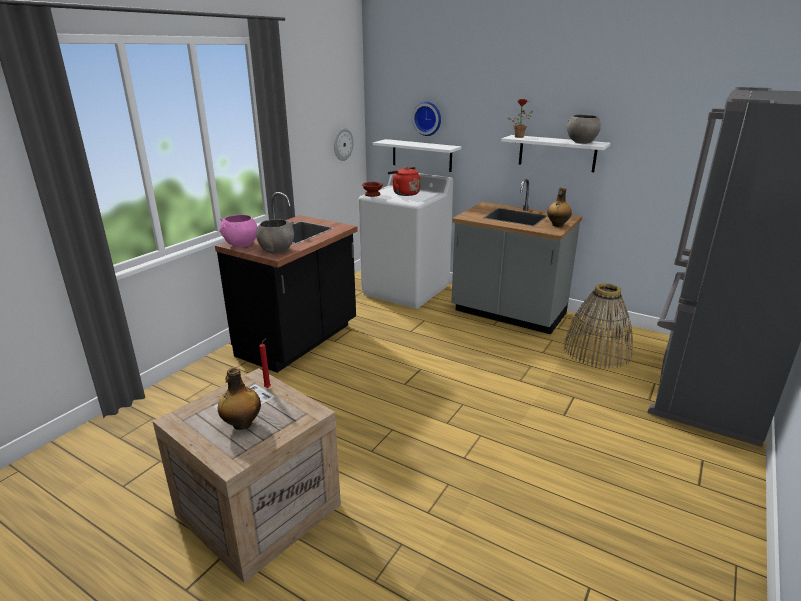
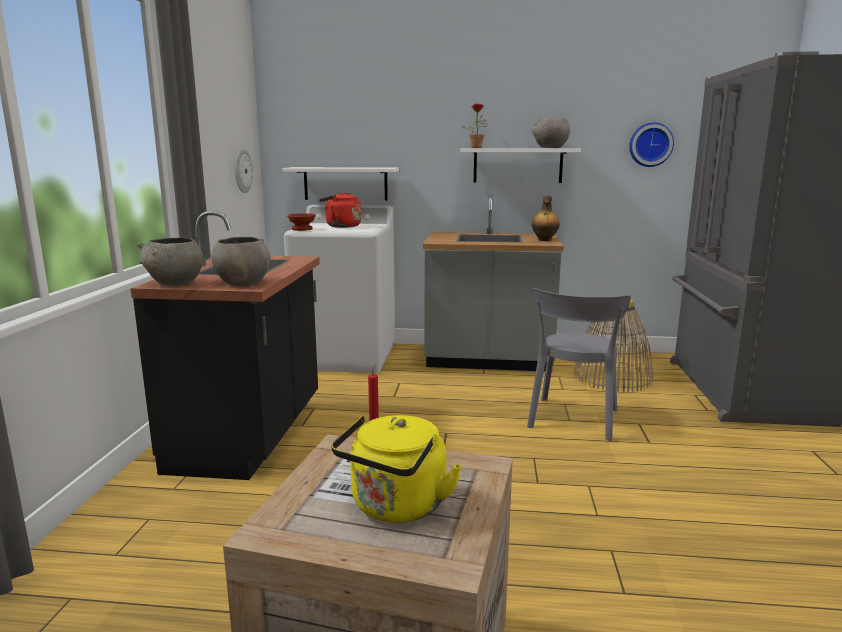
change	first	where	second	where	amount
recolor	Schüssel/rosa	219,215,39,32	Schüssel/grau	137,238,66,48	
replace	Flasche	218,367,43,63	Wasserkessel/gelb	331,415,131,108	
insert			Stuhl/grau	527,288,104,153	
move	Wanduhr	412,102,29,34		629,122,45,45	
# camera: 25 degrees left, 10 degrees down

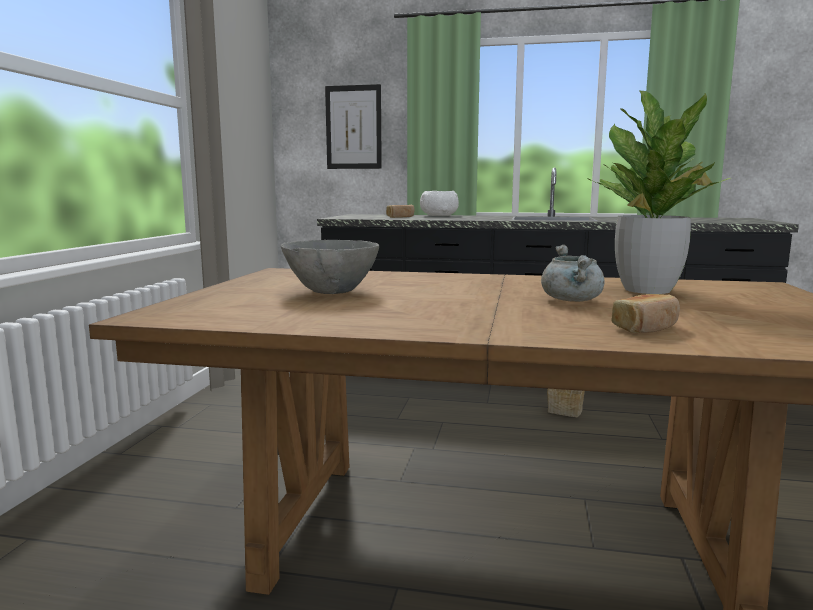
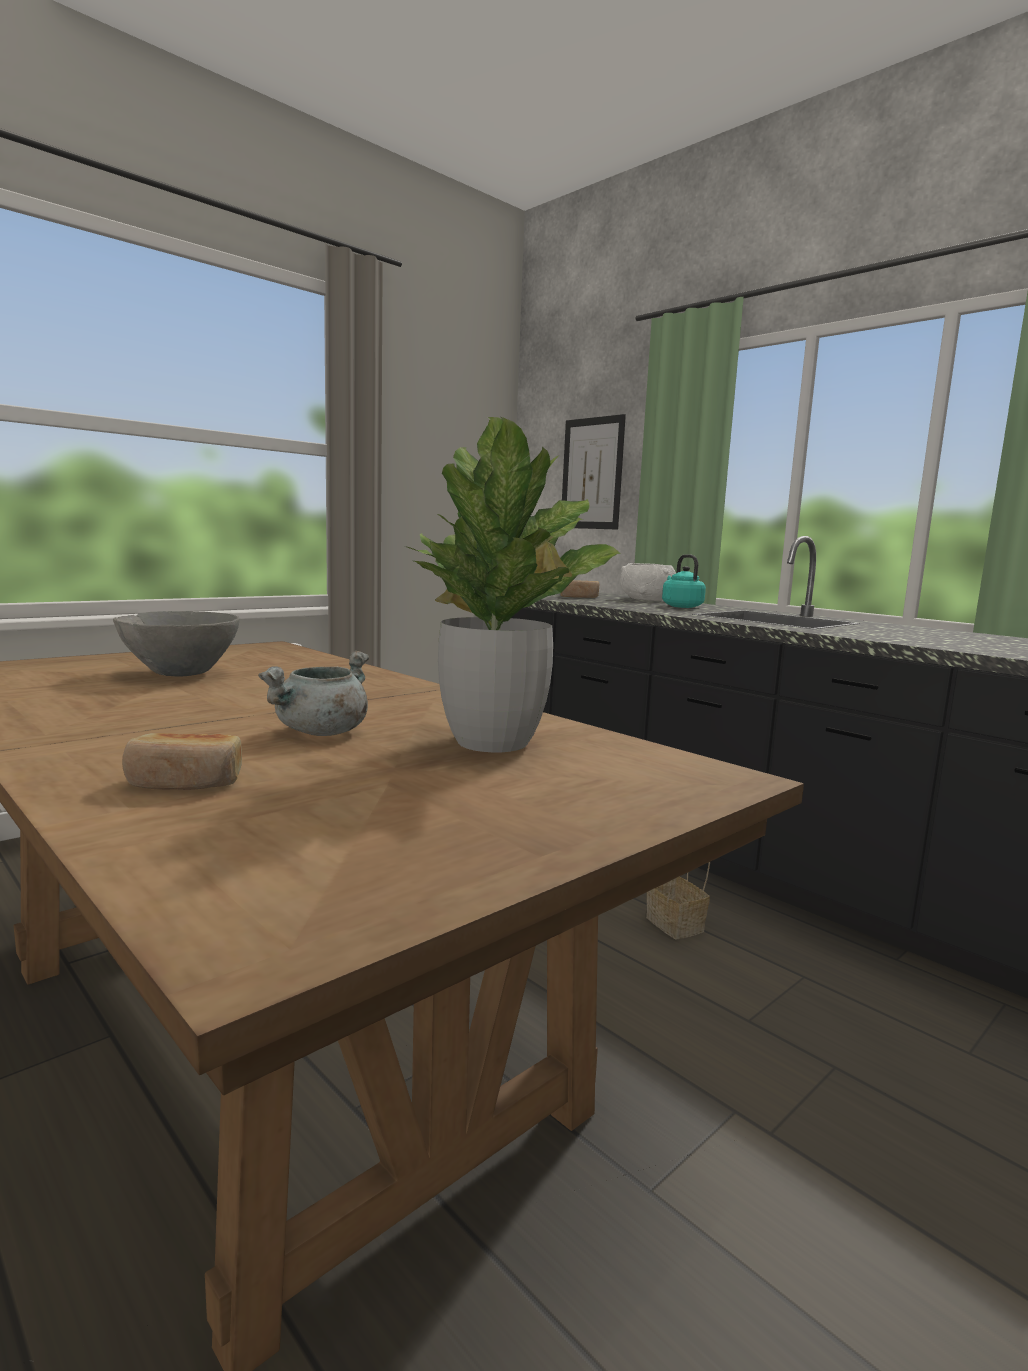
change	first	where	second	where	amount
insert			Wasserkessel/türkis	662,554,44,54	
# camera: 35 degrees right, 0 degrees up

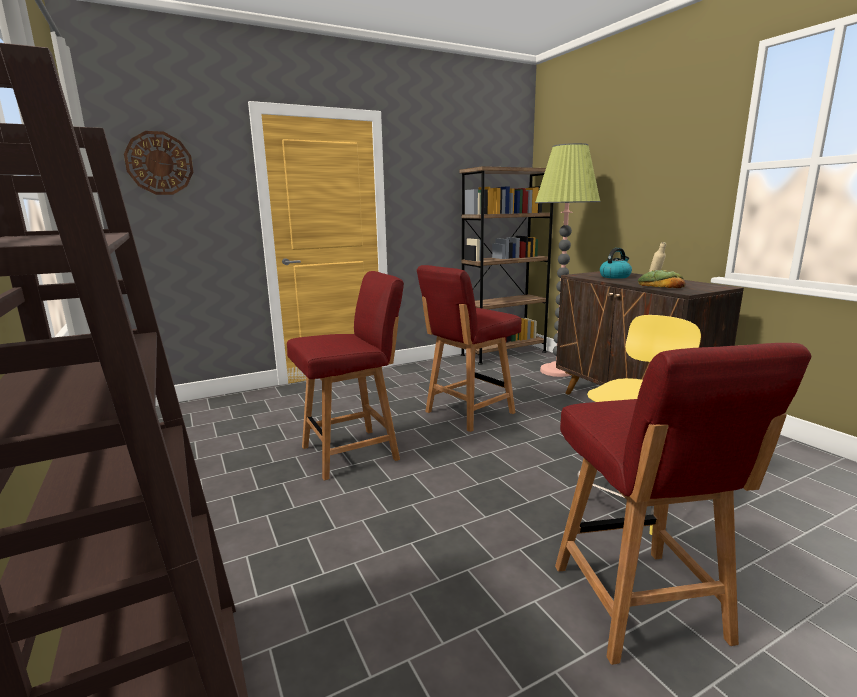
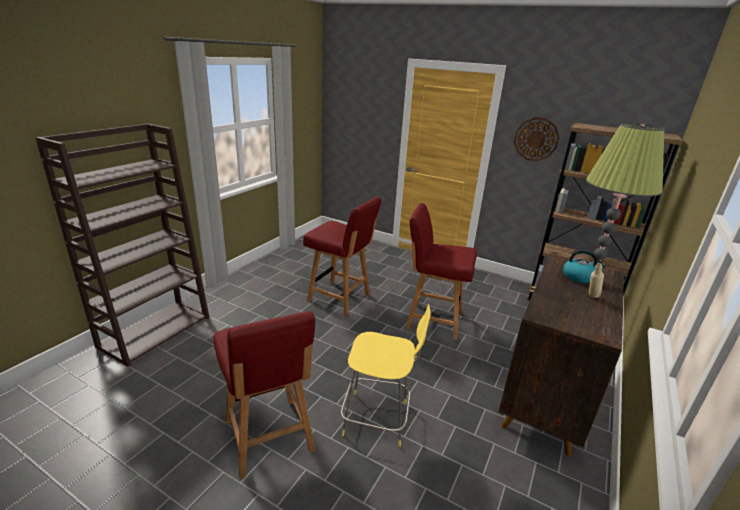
change	first	where	second	where	amount
rotate	Stuhl/rot	555,343,257,322		214,311,102,167	75 degrees counterclockwise
move	Wanduhr	124,131,69,64		514,117,45,44	
delete	Brot	638,270,47,18			
# camera: 55 degrees right, 10 degrees up

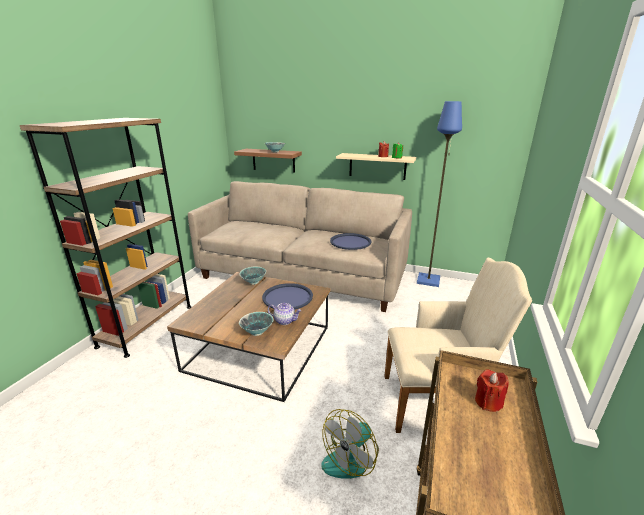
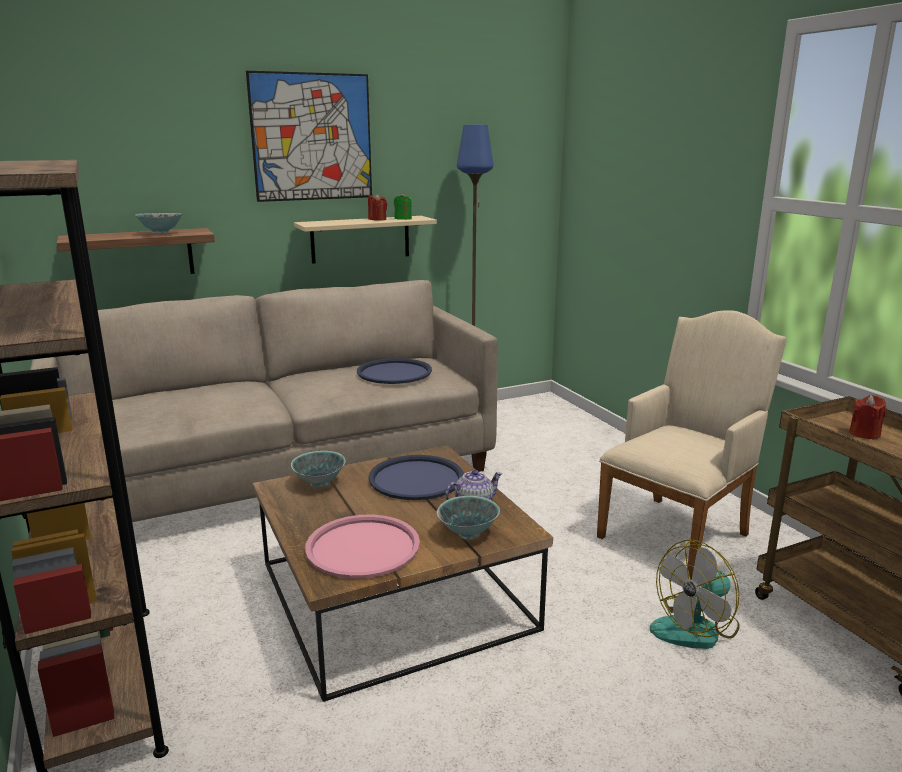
change	first	where	second	where	amount
insert			Bild	246,71,126,131	
insert			Tablett/rosa	305,515,115,64	
rotate	Ventilator	321,409,58,70		650,540,90,109	60 degrees clockwise
# camera: 45 degrees left, 5 degrees down

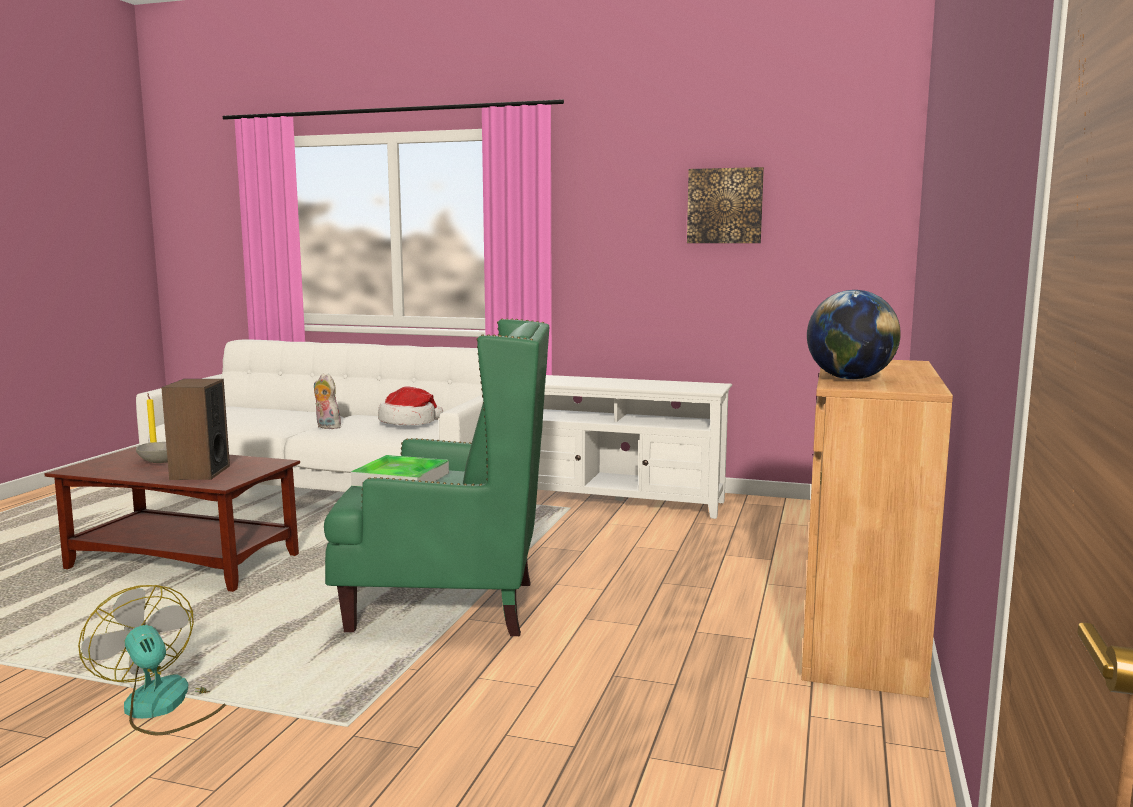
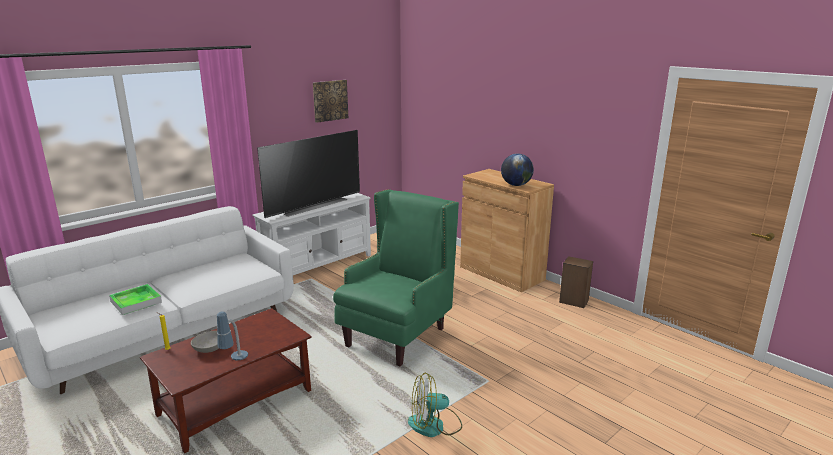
change	first	where	second	where	amount
move	Tablett	351,455,98,32		109,284,53,31	
insert			Tischlampe	217,311,31,49	
insert			Fernseher	257,130,103,88	
move	Lautsprecher	161,379,69,101		559,256,34,52	
delete	Plüschtier	314,374,30,55			
delete	Hut	378,386,65,39			
# camera: 60 degrees left, 10 degrees up

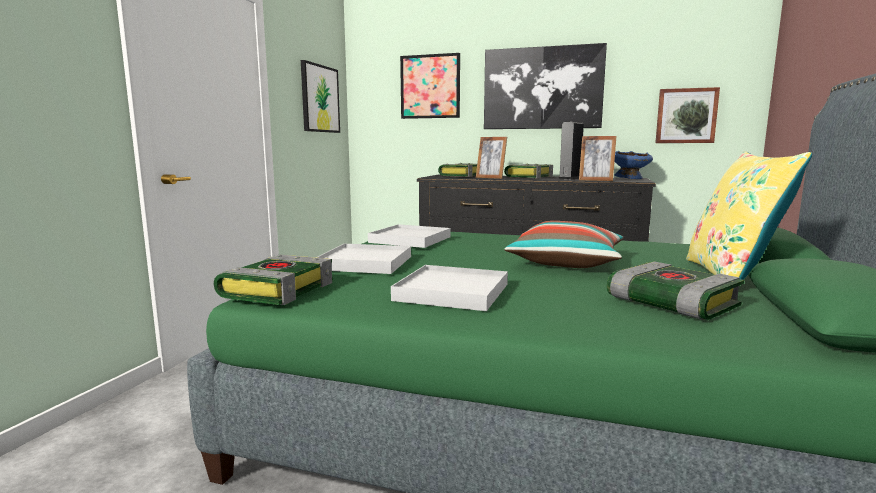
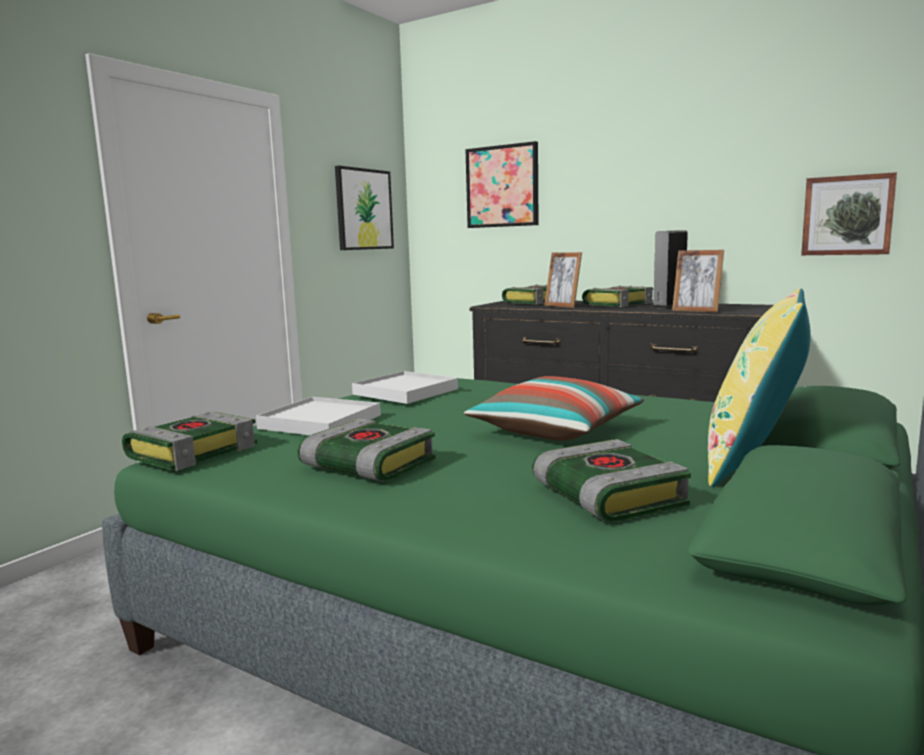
change	first	where	second	where	amount
replace	Tablett/weiß	391,265,117,46	Buch	297,419,139,62	
delete	Bild	484,43,123,86			
delete	Schüssel/blau	614,151,39,28			
# camera: 15 degrees right, 0 degrees up

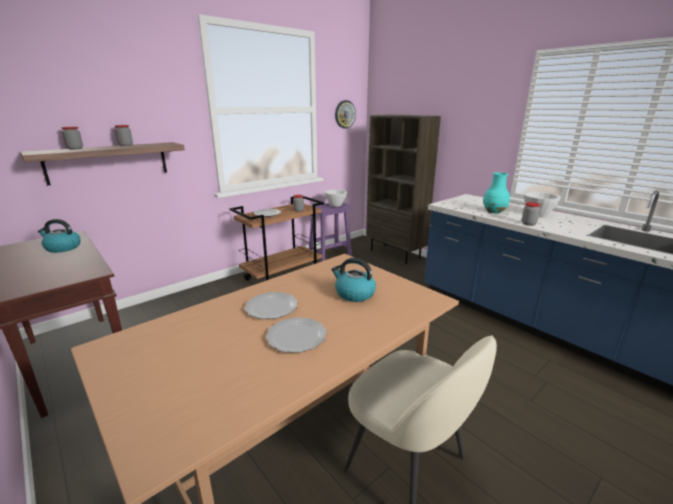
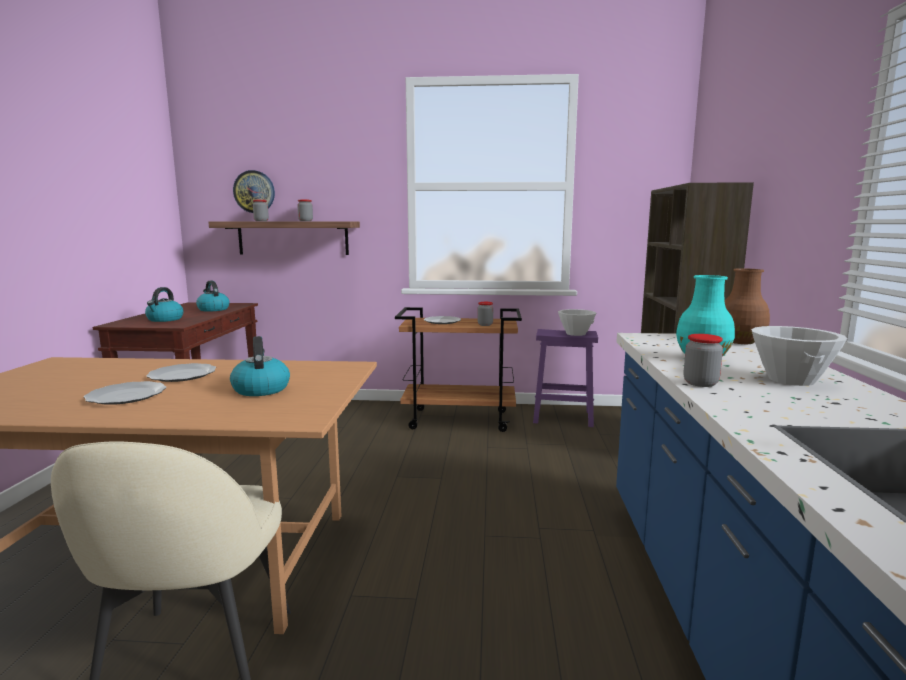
change	first	where	second	where	amount
insert			Wasserkessel	145,287,39,35	
move	Wanduhr	335,100,21,29		233,170,42,43	
insert			Vase/braun	725,268,45,76	
# camera: 45 degrees right, 10 degrees down

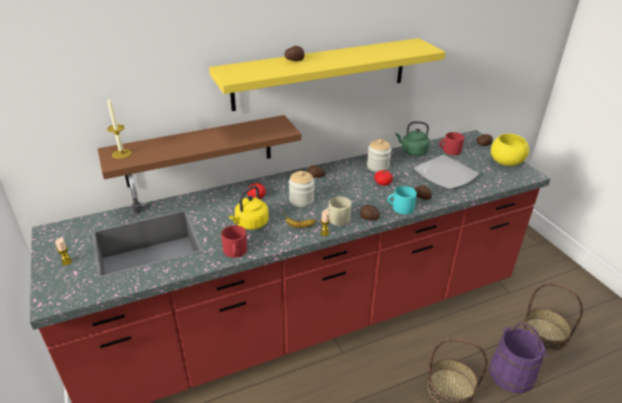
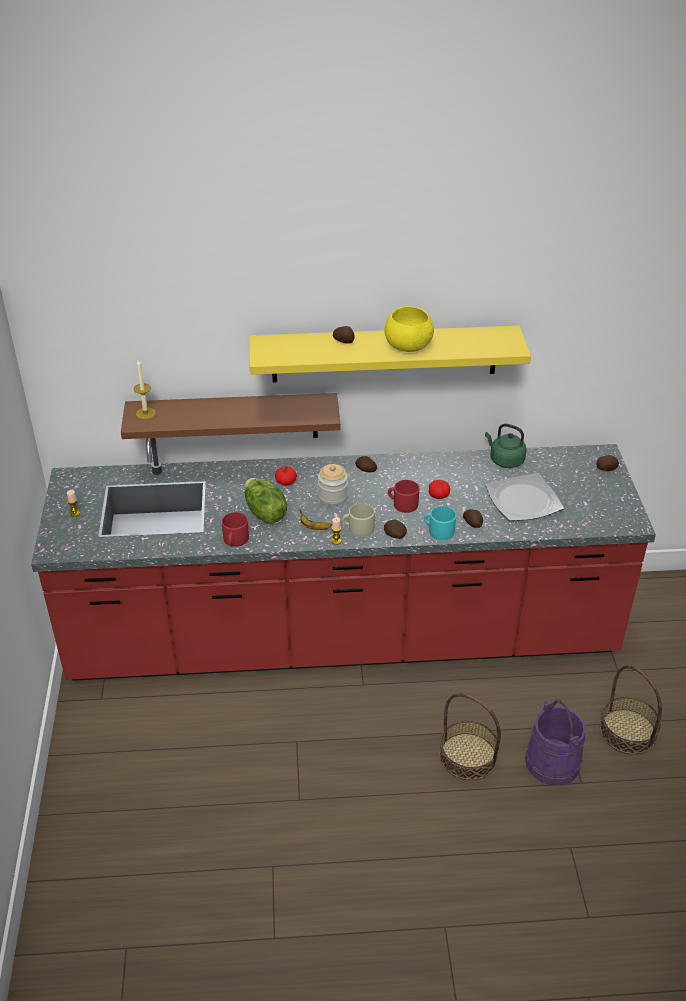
change	first	where	second	where	amount
replace	Wasserkessel/gelb	229,186,40,44	Salatkopf	244,478,43,46	
move	Schüssel/gelb	491,134,38,32		385,306,49,46	
move	Henkelbecher/rot	439,132,26,23		388,480,31,33	
delete	Vorratsglas	367,139,25,33			
# camera: 20 degrees right, 5 degrees up

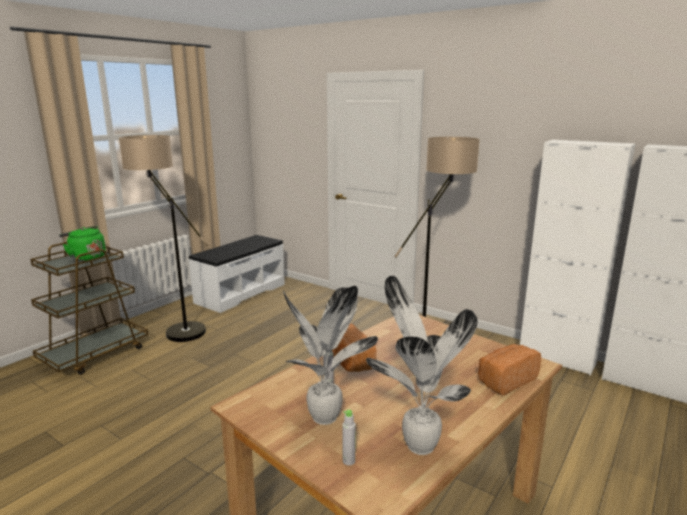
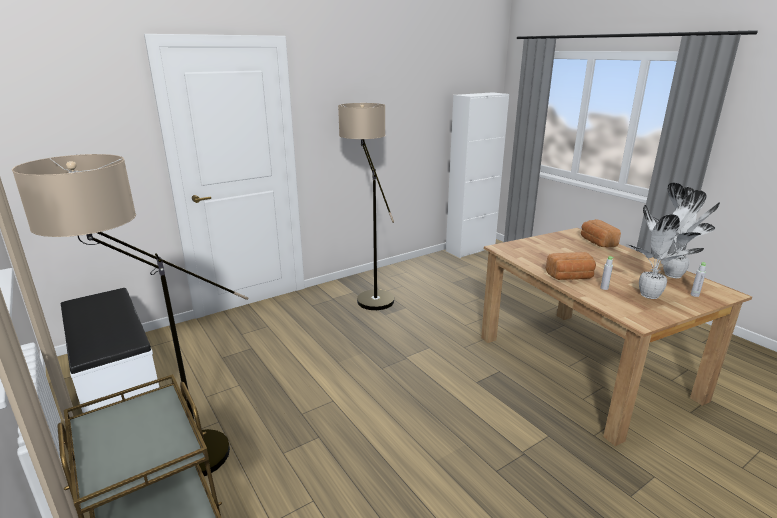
change	first	where	second	where	amount
delete	Wasserkessel/grün	59,226,47,36			
delete	Schrank/weiß	520,140,116,235			
# camera: 70 degrees left, 5 degrees up

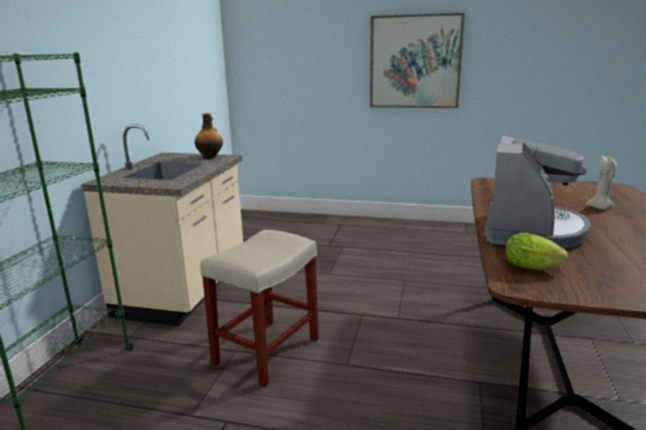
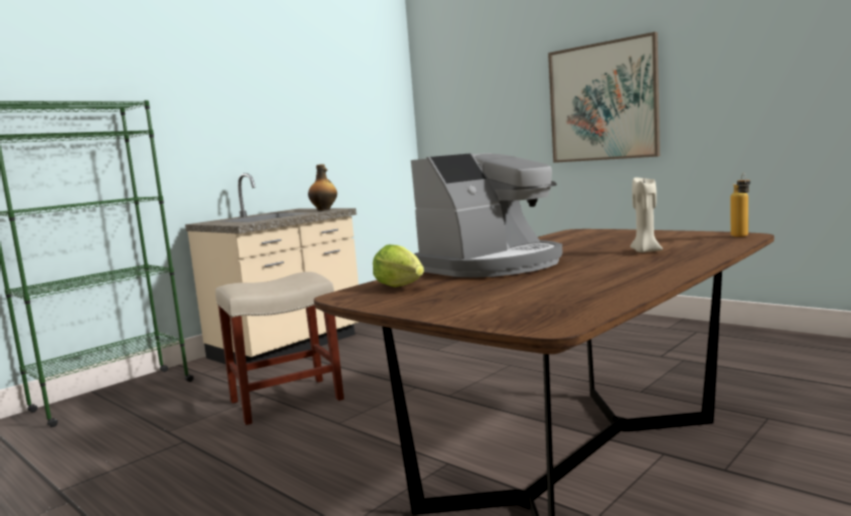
change	first	where	second	where	amount
insert			Flasche	731,173,19,64	
# camera: 30 degrees right, 10 degrees down

